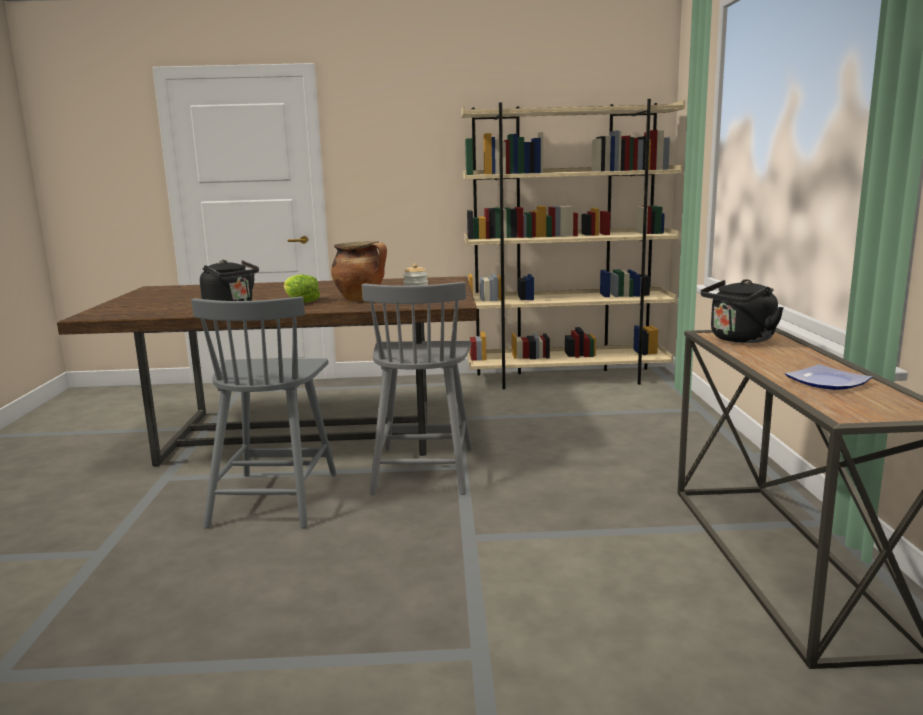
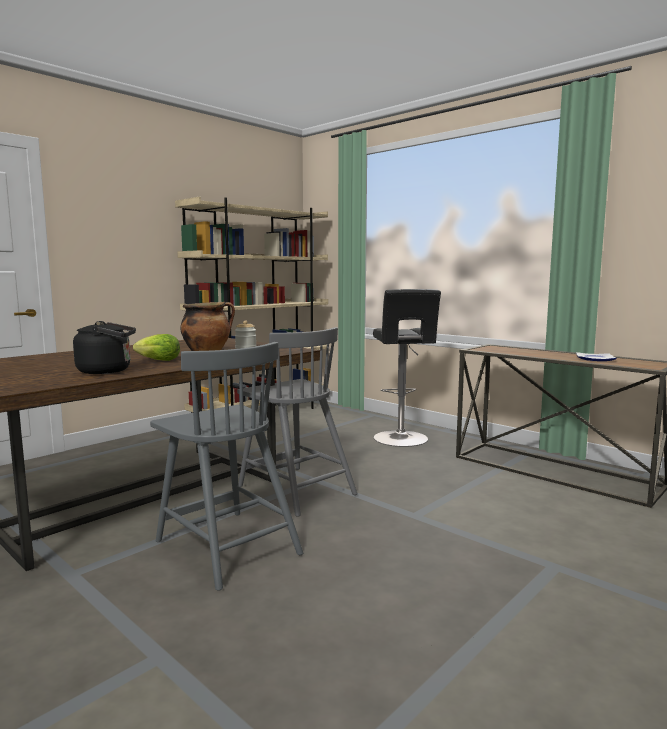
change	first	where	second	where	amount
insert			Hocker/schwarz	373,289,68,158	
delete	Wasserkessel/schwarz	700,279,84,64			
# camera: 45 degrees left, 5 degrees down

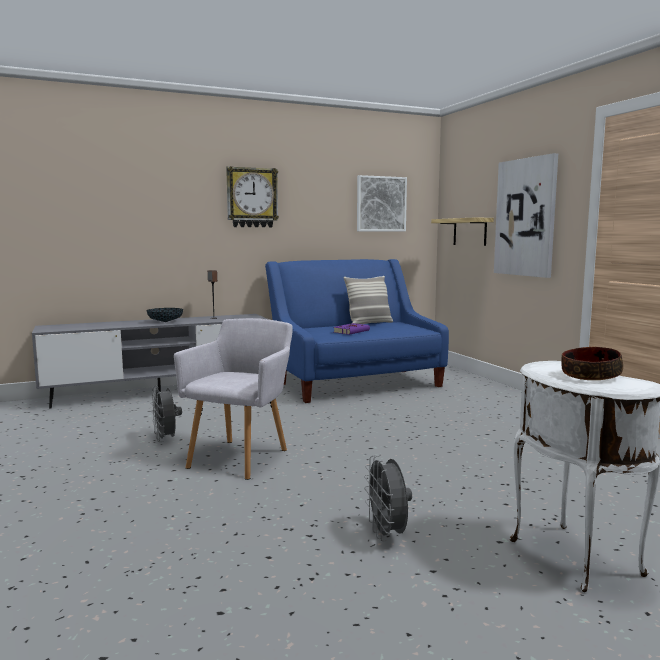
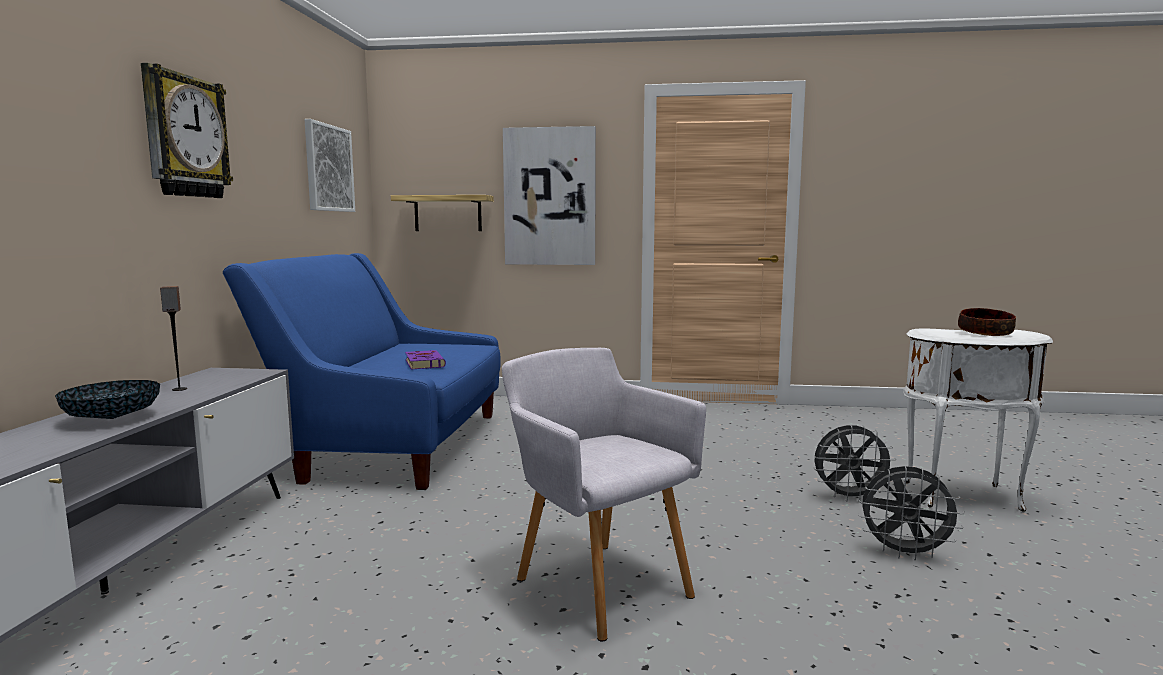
change	first	where	second	where	amount
move	Ventilator/grau	151,385,31,57		814,425,83,77	
delete	Kissen	344,276,49,48			
# camera: 60 degrees left, 0 degrees up

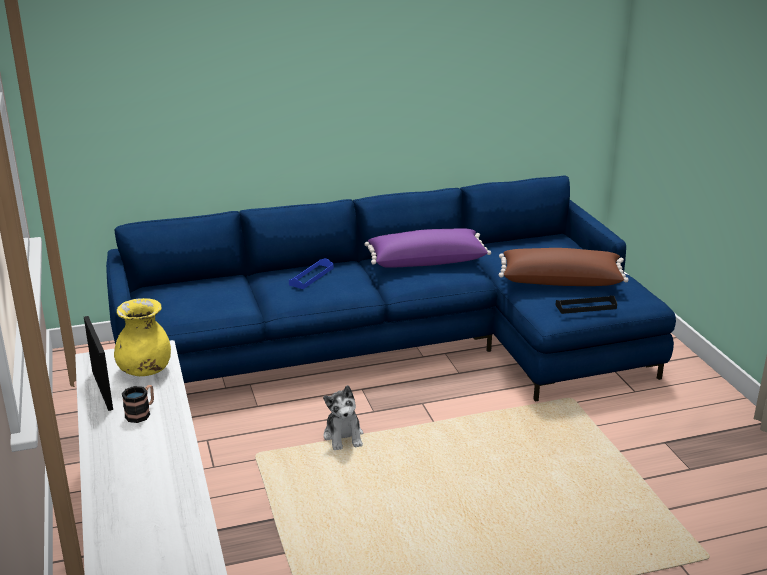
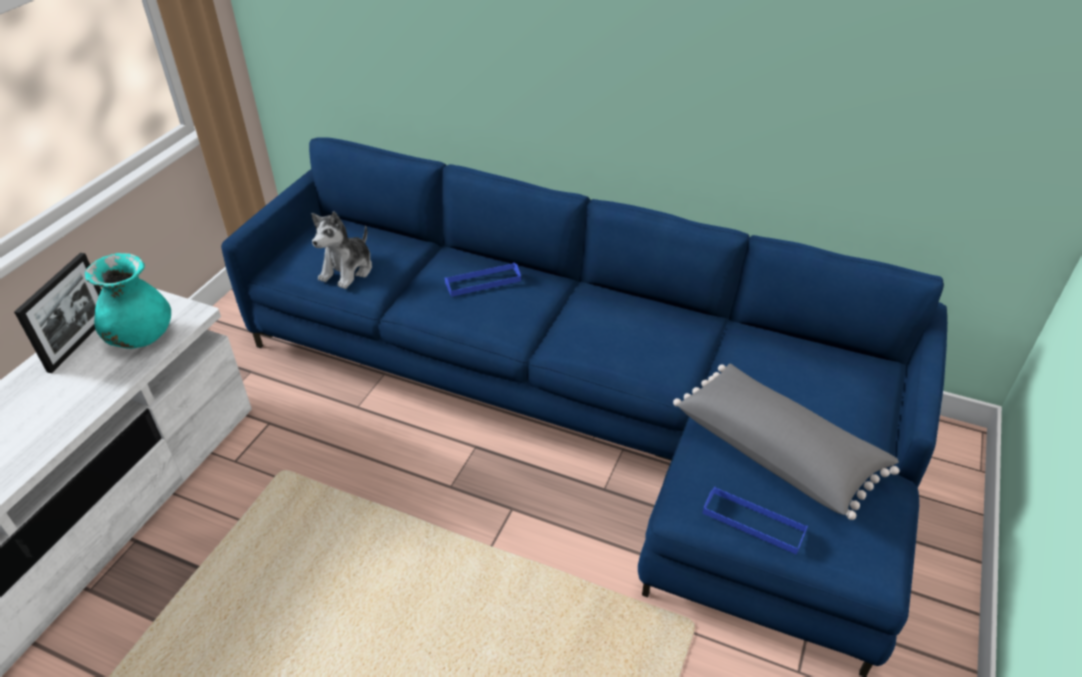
change	first	where	second	where	amount
recolor	Vase/gelb	114,298,57,78	Vase/türkis	85,253,86,96	
move	Plüschtier	323,385,40,65		311,211,61,78	
recolor	Kissen/braun	499,248,130,38	Kissen/grau	673,364,226,156	
recolor	Tablett/schwarz	556,296,61,18	Tablett/blau	703,487,105,68	
delete	Henkelbecher	122,385,32,38			
delete	Kissen/lila	365,228,126,40			
# camera: 40 degrees right, 15 degrees up

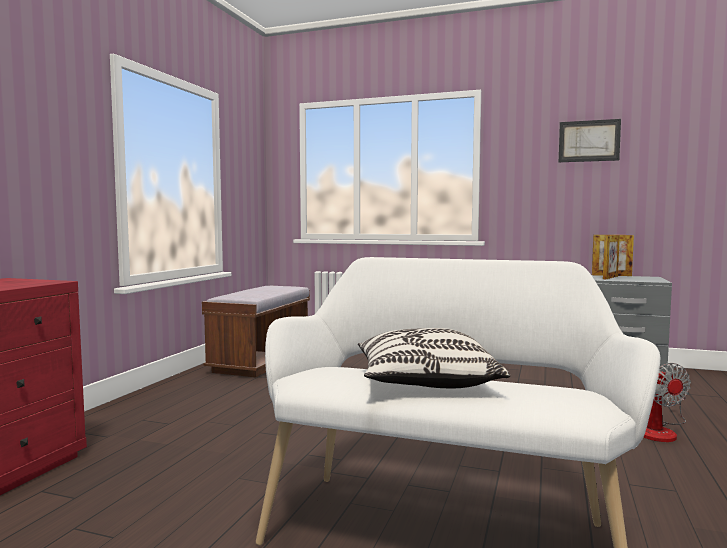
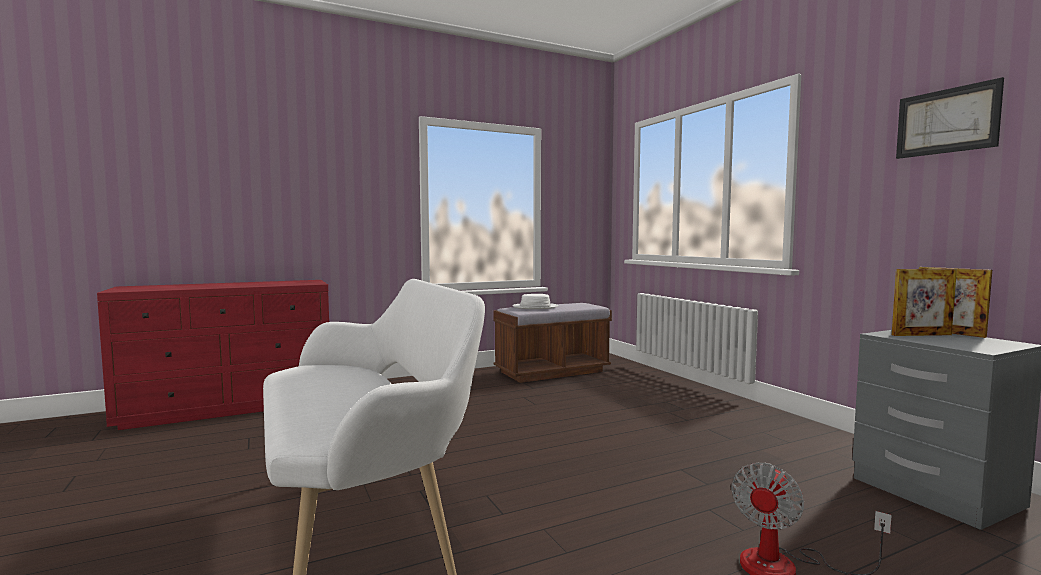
change	first	where	second	where	amount
insert			Hut/weiß	512,294,46,15	
delete	Kissen	358,328,152,60			
# camera: 45 degrees right, 0 degrees up

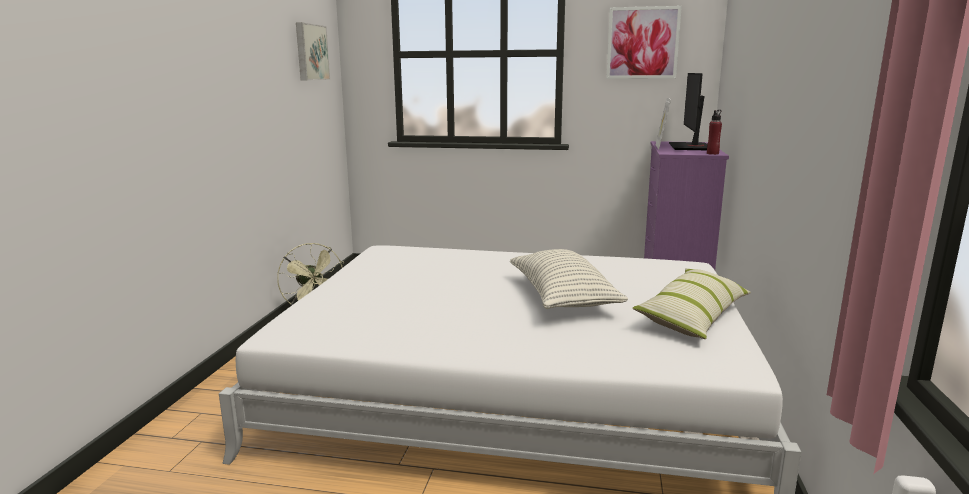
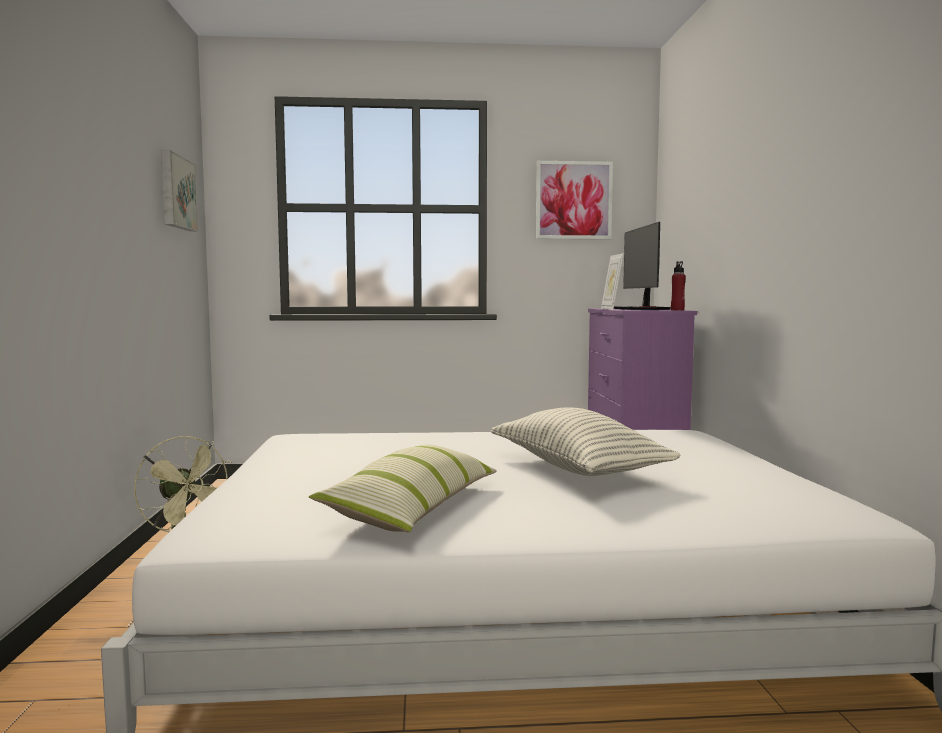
change	first	where	second	where	amount
move	Kissen	632,268,119,71		309,445,188,87	
# camera: 15 degrees left, 10 degrees down

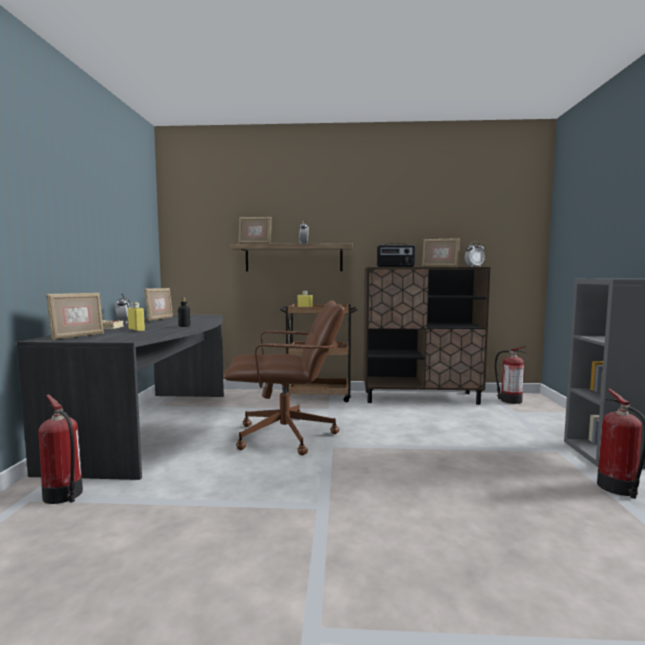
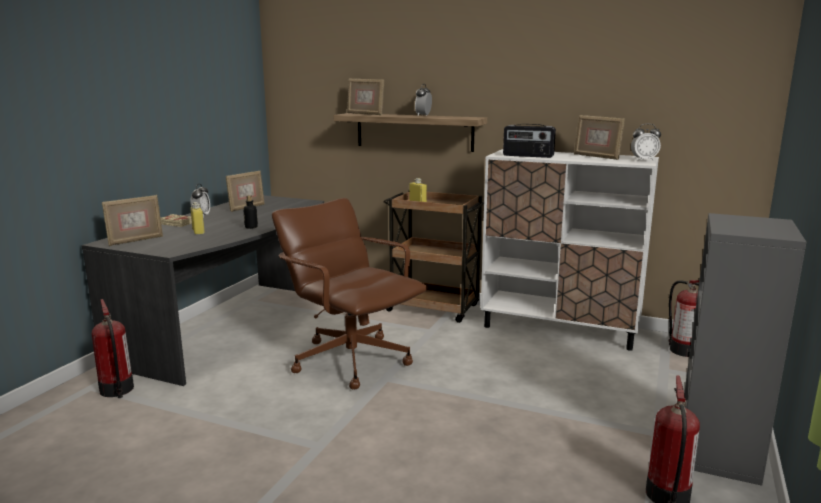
change	first	where	second	where	amount
rotate	Bürostuhl/braun	223,300,122,155		272,198,156,192	150 degrees counterclockwise
recolor	Schrank/braun	364,267,127,138	Schrank/weiß	481,149,178,202	
# camera: 20 degrees right, 10 degrees up

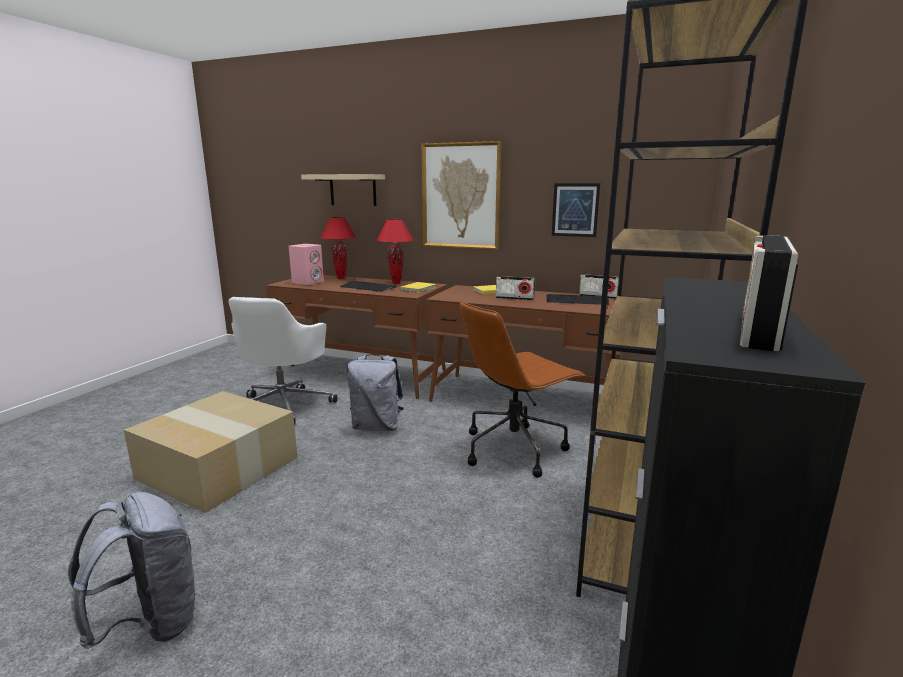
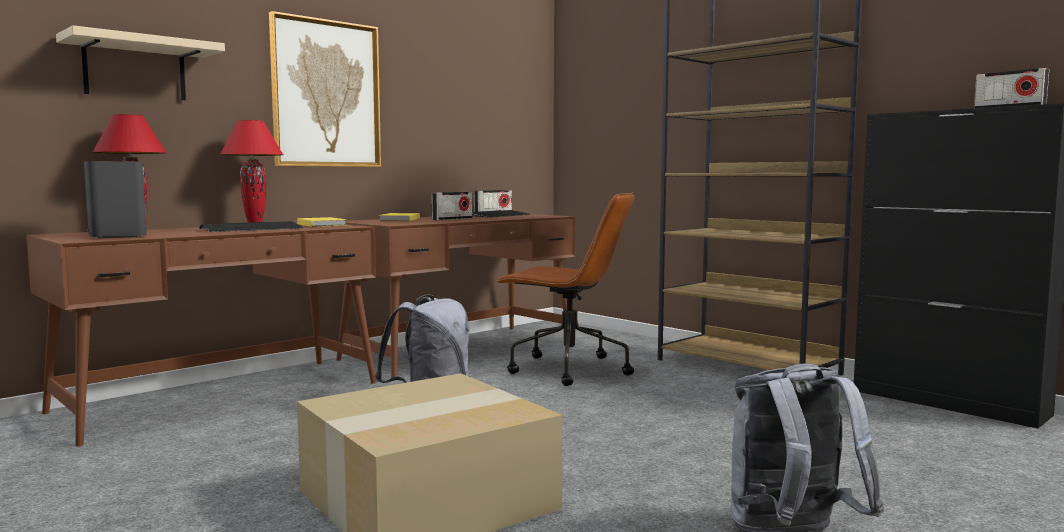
change	first	where	second	where	amount
recolor	Lautsprecher/rosa	289,244,35,41	Lautsprecher/grau	84,161,63,77	
rotate	Bürostuhl/braun	459,301,125,177		496,193,138,193	60 degrees counterclockwise
delete	Bürostuhl/weiß	228,297,110,129			
delete	Bild	552,183,48,54			
# camera: 65 degrees left, 10 degrees down

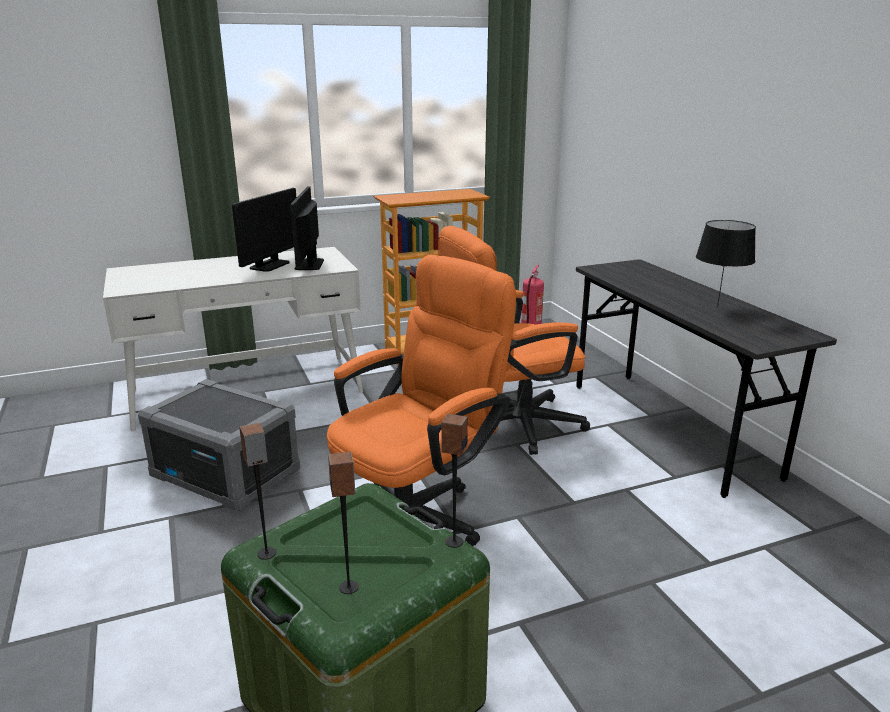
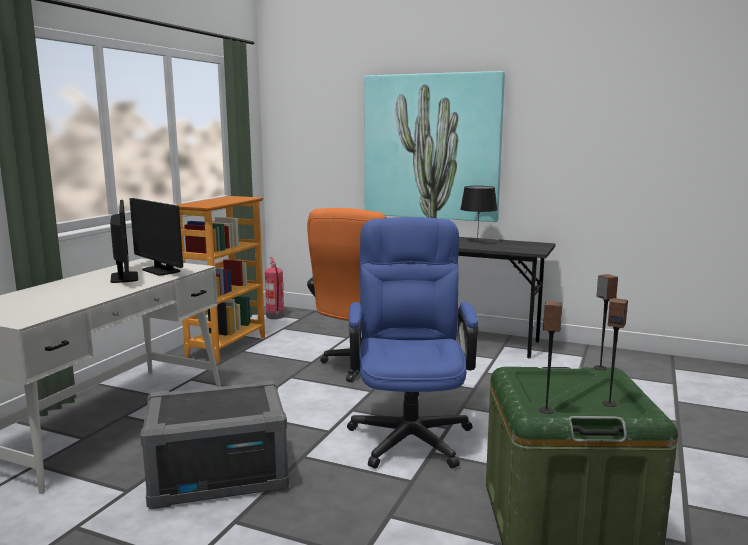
change	first	where	second	where	amount
recolor	Bürostuhl/orange	327,255,189,291	Bürostuhl/blau	347,217,131,252	
insert			Bild	364,71,141,151	
# camera: 45 degrees left, 10 degrees down

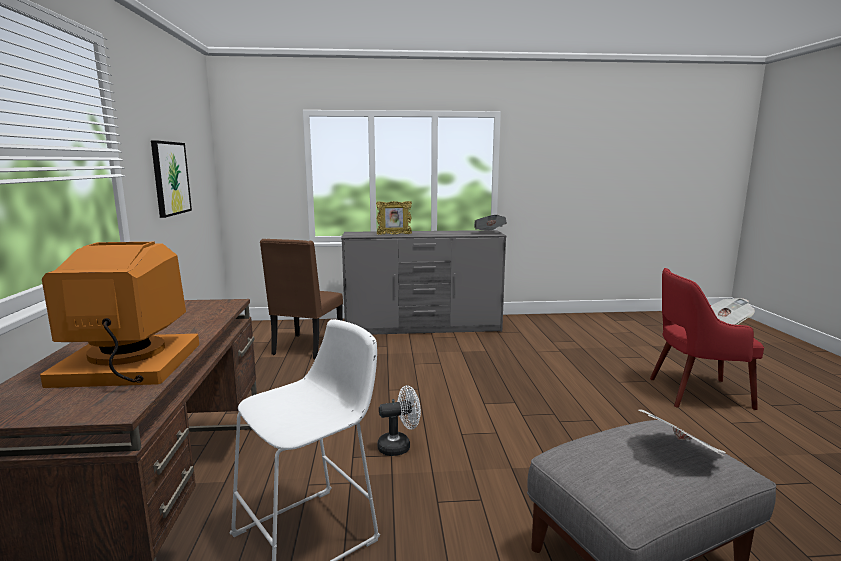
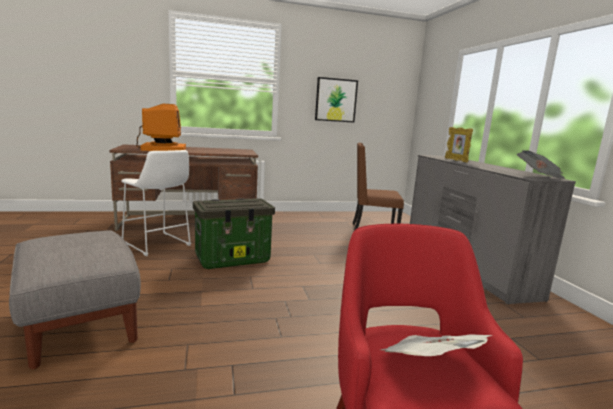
change	first	where	second	where	amount
replace	Ventilator/weiß	377,385,44,71	Aufbewahrungsbox	193,198,82,71	
delete	Zeitung	638,409,88,47			
# camera: 80 degrees right, 0 degrees up

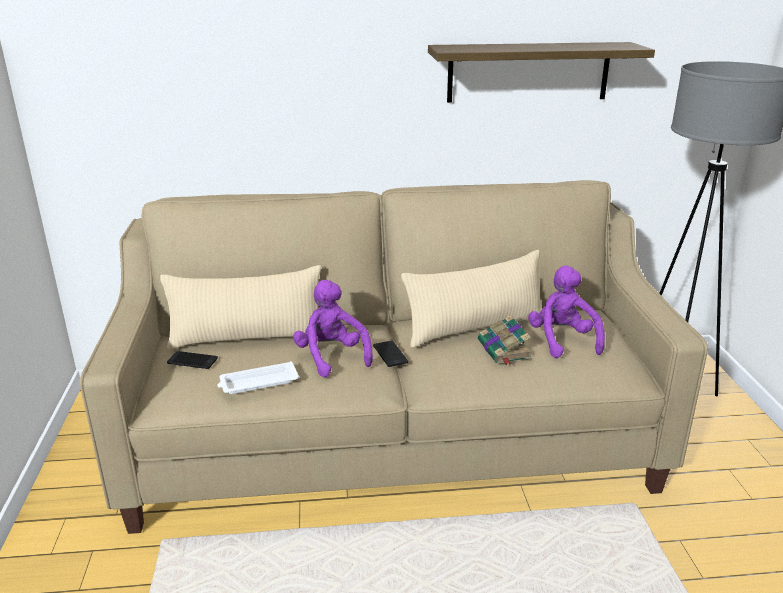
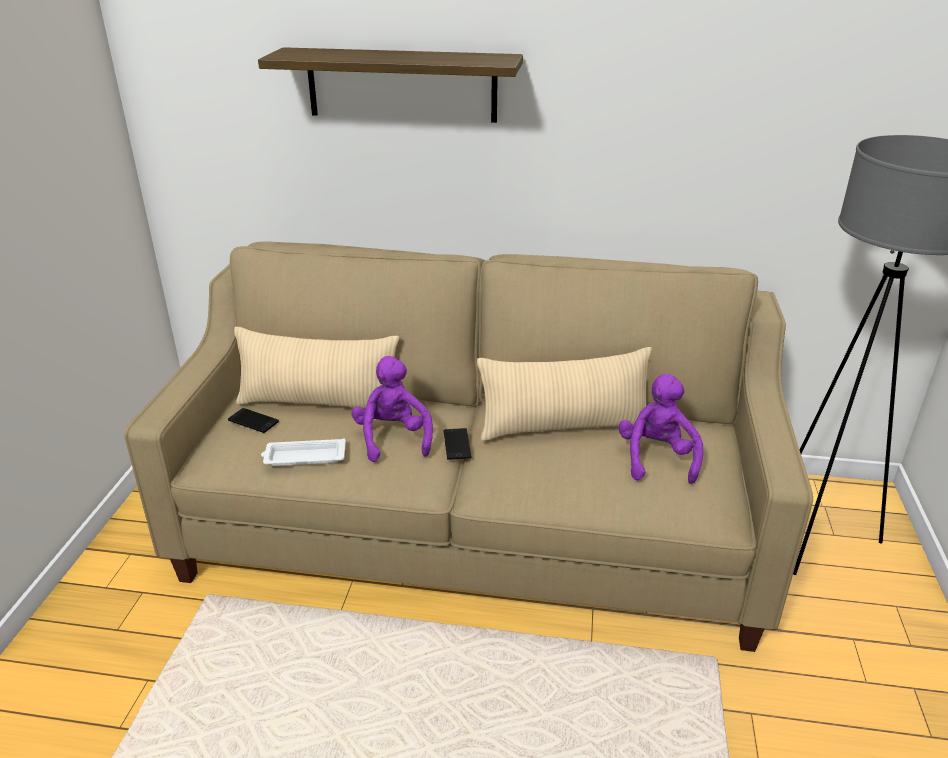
change	first	where	second	where	amount
move	Wandregal	428,42,227,61		258,47,265,76	
delete	Buch	478,315,54,50			
# camera: 15 degrees right, 5 degrees up

